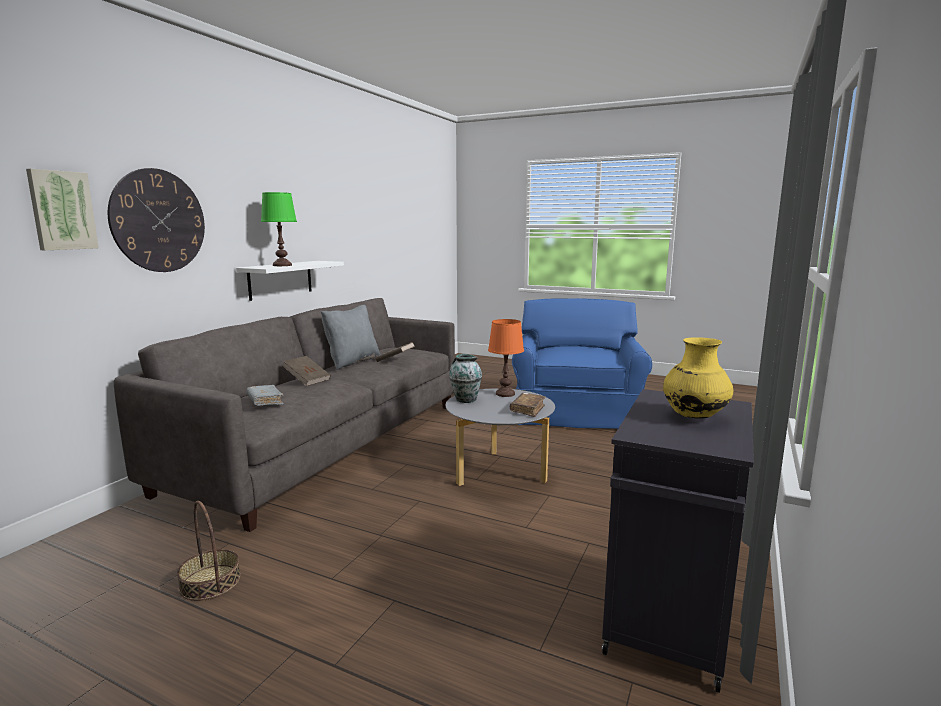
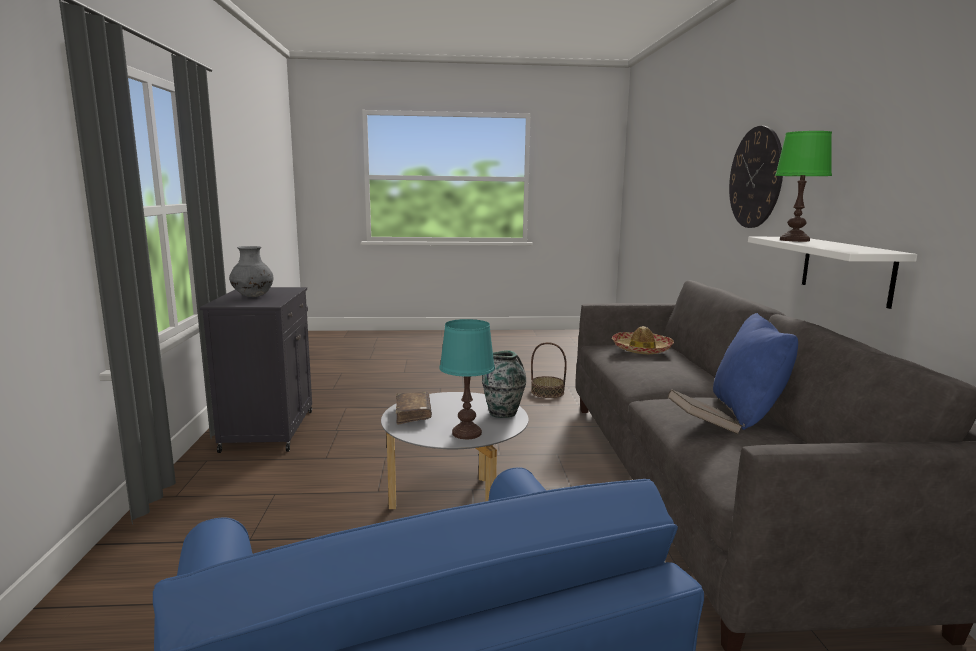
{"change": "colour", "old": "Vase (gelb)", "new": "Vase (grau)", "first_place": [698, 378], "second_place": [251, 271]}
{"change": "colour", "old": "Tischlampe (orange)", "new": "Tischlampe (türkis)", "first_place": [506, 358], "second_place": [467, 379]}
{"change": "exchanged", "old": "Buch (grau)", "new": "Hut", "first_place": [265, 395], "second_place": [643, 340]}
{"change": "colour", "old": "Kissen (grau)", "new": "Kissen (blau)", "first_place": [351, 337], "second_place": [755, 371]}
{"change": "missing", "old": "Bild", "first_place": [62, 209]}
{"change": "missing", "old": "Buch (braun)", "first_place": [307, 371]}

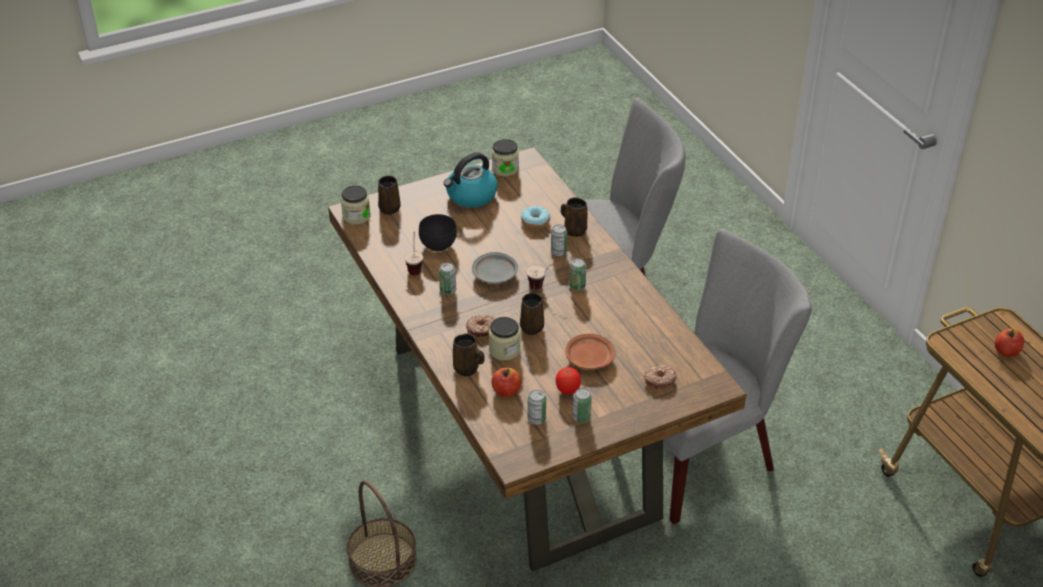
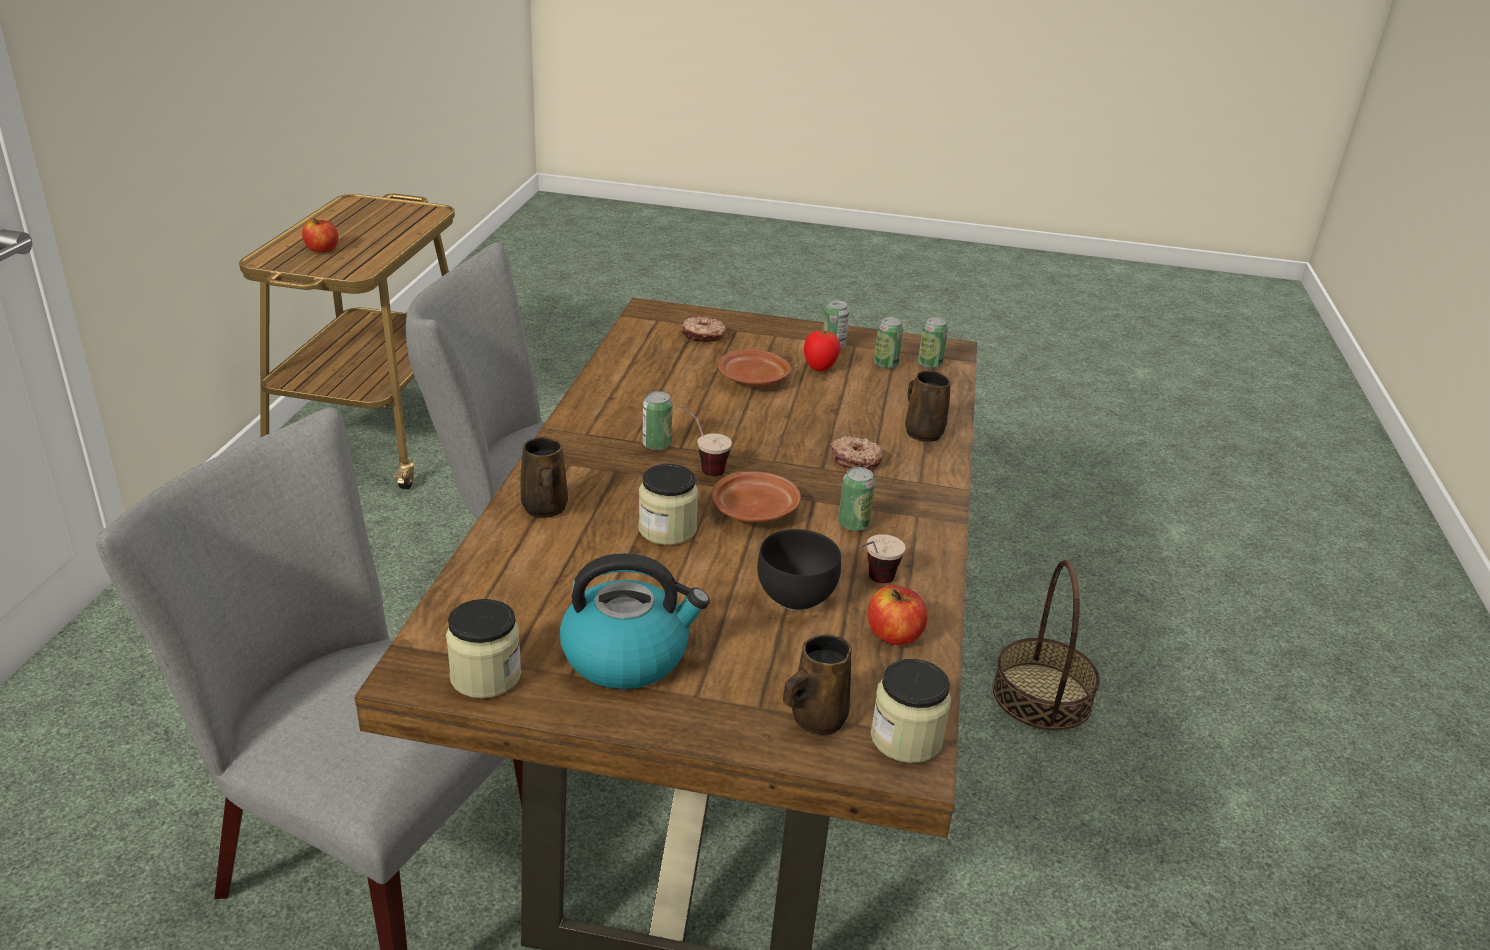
{"change": "relocated", "old": "Vorratsglas", "first_place": [504, 339], "second_place": [668, 504]}
{"change": "colour", "old": "Teller (grau)", "new": "Teller (braun)", "first_place": [495, 268], "second_place": [756, 496]}
{"change": "relocated", "old": "Apfel", "first_place": [506, 382], "second_place": [898, 615]}
{"change": "relocated", "old": "Dose", "first_place": [559, 240], "second_place": [933, 343]}
{"change": "missing", "old": "Henkelbecher (braun)", "first_place": [532, 314]}
{"change": "missing", "old": "Donut", "first_place": [535, 217]}

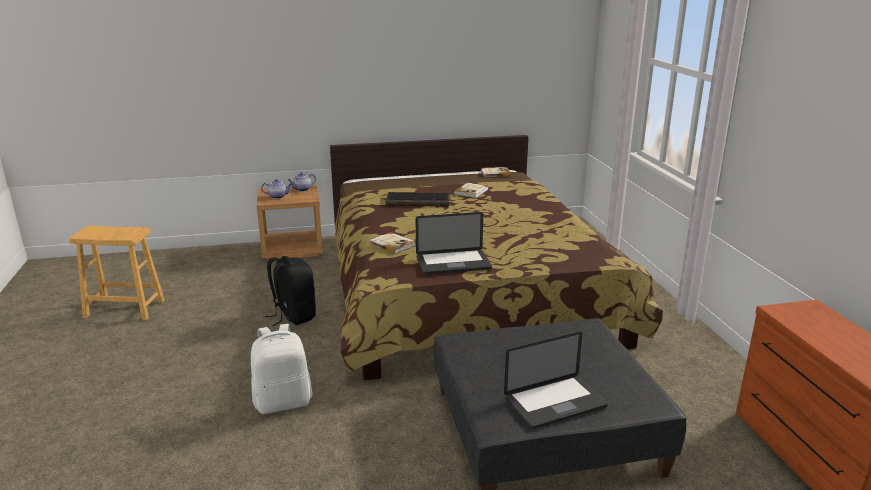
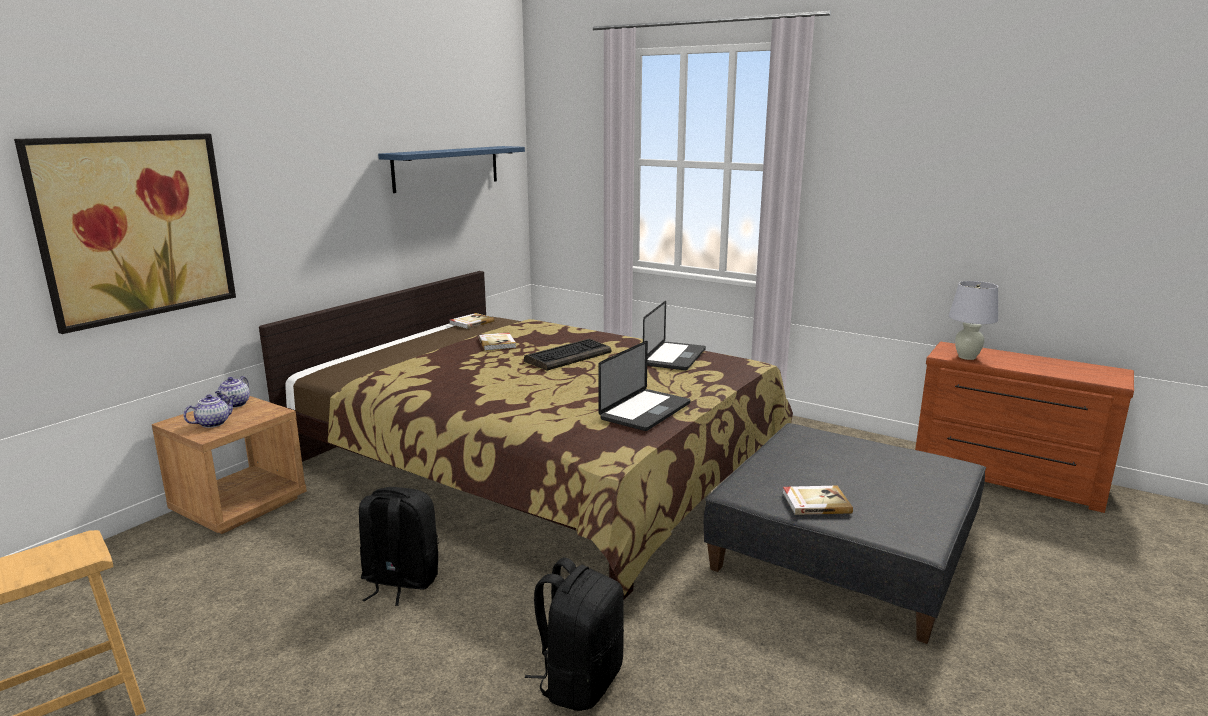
{"change": "appeared", "new": "Bild", "second_place": [125, 234]}
{"change": "appeared", "new": "Wandregal (blau)", "second_place": [451, 169]}
{"change": "relocated", "old": "Tastatur", "first_place": [417, 199], "second_place": [567, 354]}
{"change": "colour", "old": "Rucksack (weiß)", "new": "Rucksack (schwarz)", "first_place": [282, 369], "second_place": [574, 634]}
{"change": "relocated", "old": "Laptop", "first_place": [556, 380], "second_place": [674, 335]}
{"change": "relocated", "old": "Buch", "first_place": [392, 243], "second_place": [818, 500]}
{"change": "appeared", "new": "Tischlampe (weiß)", "second_place": [973, 320]}

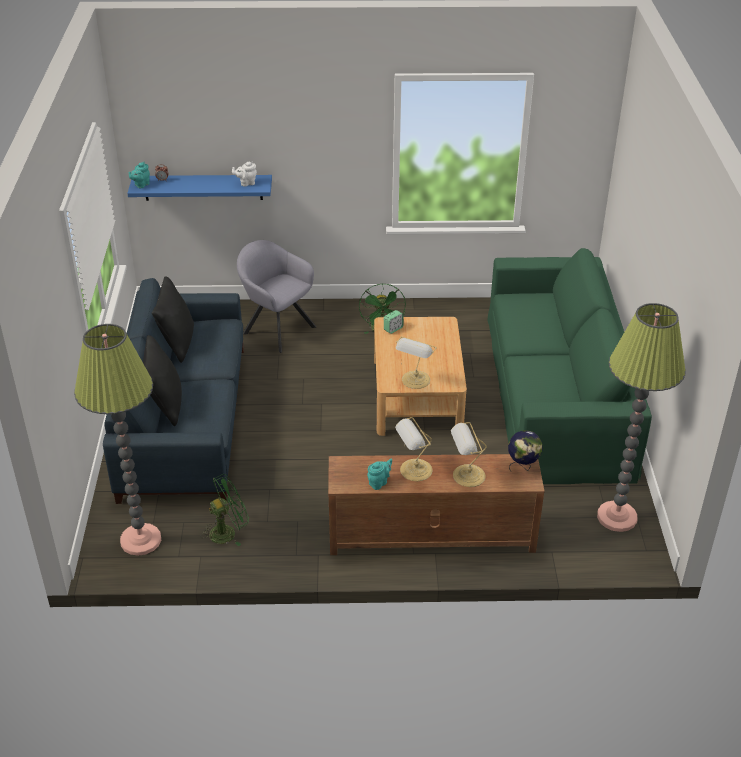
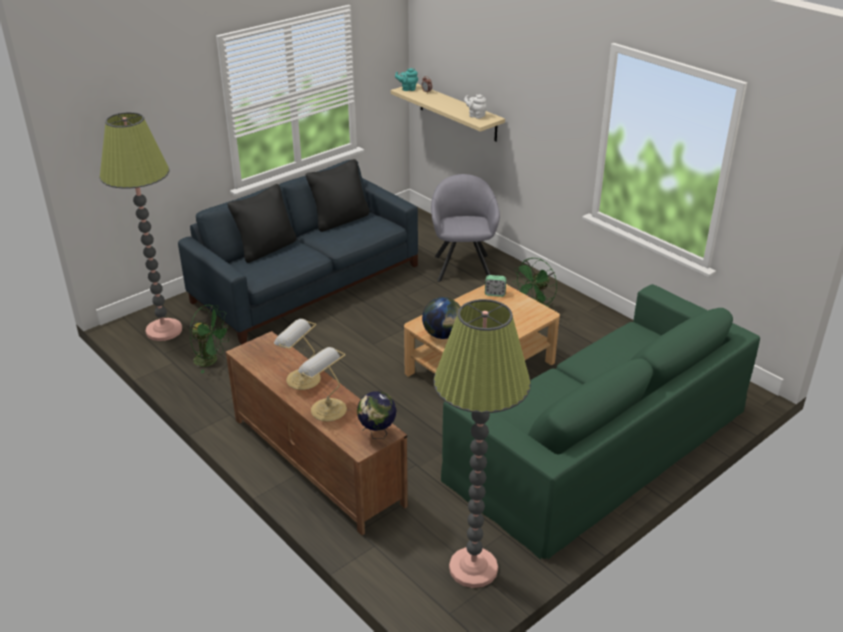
{"change": "colour", "old": "Wandregal (blau)", "new": "Wandregal (beige)", "first_place": [199, 188], "second_place": [448, 112]}
{"change": "exchanged", "old": "Tischlampe", "new": "Globus", "first_place": [416, 362], "second_place": [441, 318]}
{"change": "missing", "old": "Teekanne (türkis)", "first_place": [379, 474]}

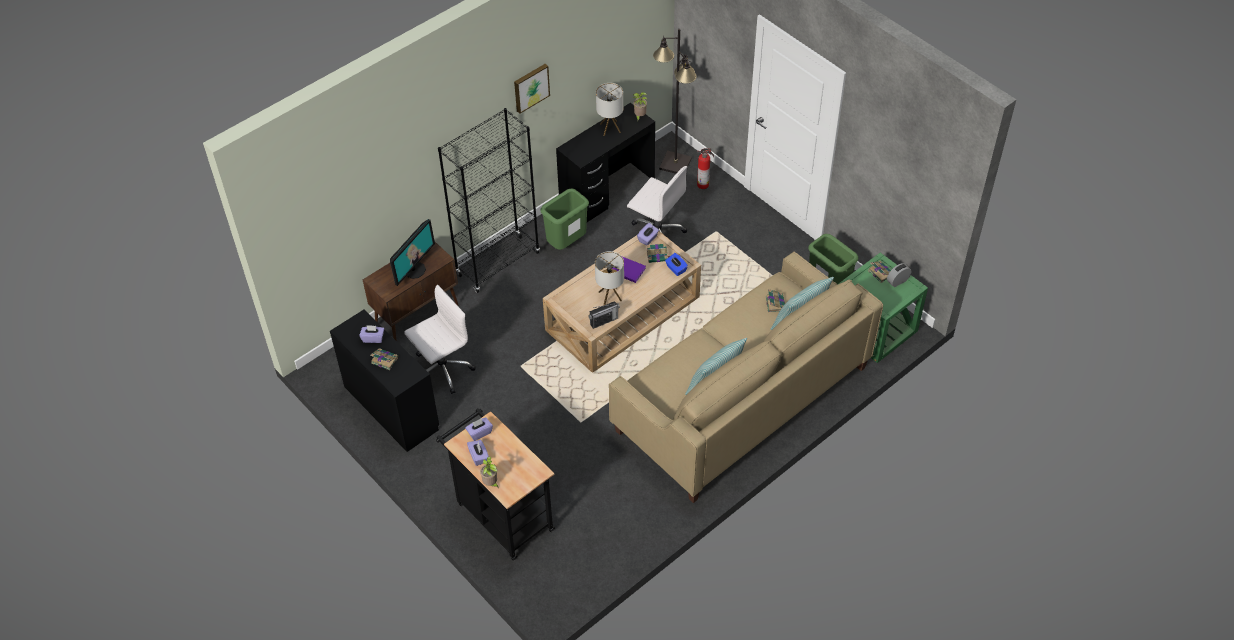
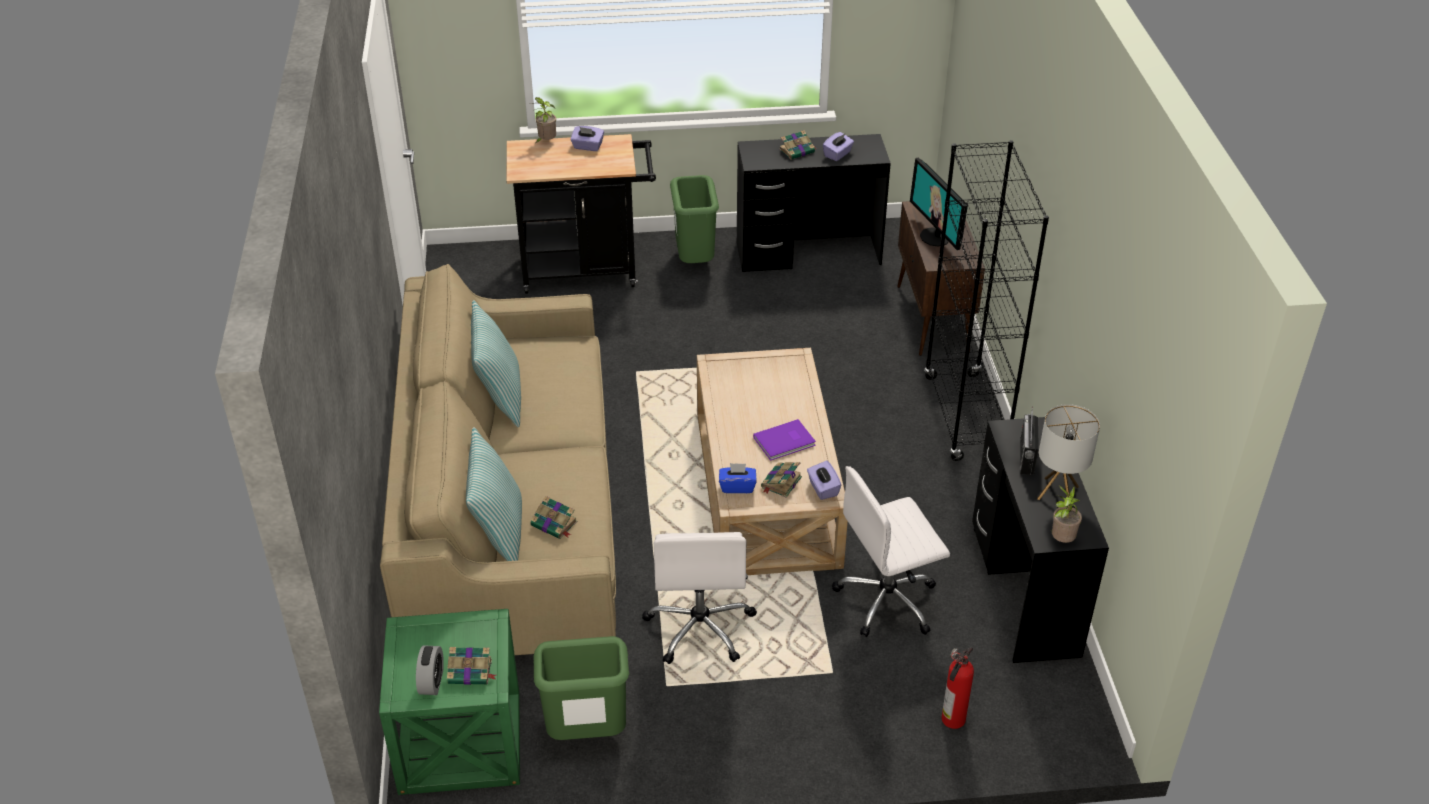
{"change": "relocated", "old": "Bürostuhl (weiß)", "first_place": [440, 339], "second_place": [699, 598]}
{"change": "relocated", "old": "Mülleimer (grün)", "first_place": [564, 219], "second_place": [694, 219]}
{"change": "relocated", "old": "Radio", "first_place": [604, 315], "second_place": [1029, 441]}
{"change": "missing", "old": "Taschentuchbox (lila)", "first_place": [479, 429]}
{"change": "missing", "old": "Bild", "first_place": [532, 89]}
{"change": "missing", "old": "Tischlampe", "first_place": [609, 278]}
{"change": "missing", "old": "Stehlampe (schwarz)", "first_place": [674, 101]}

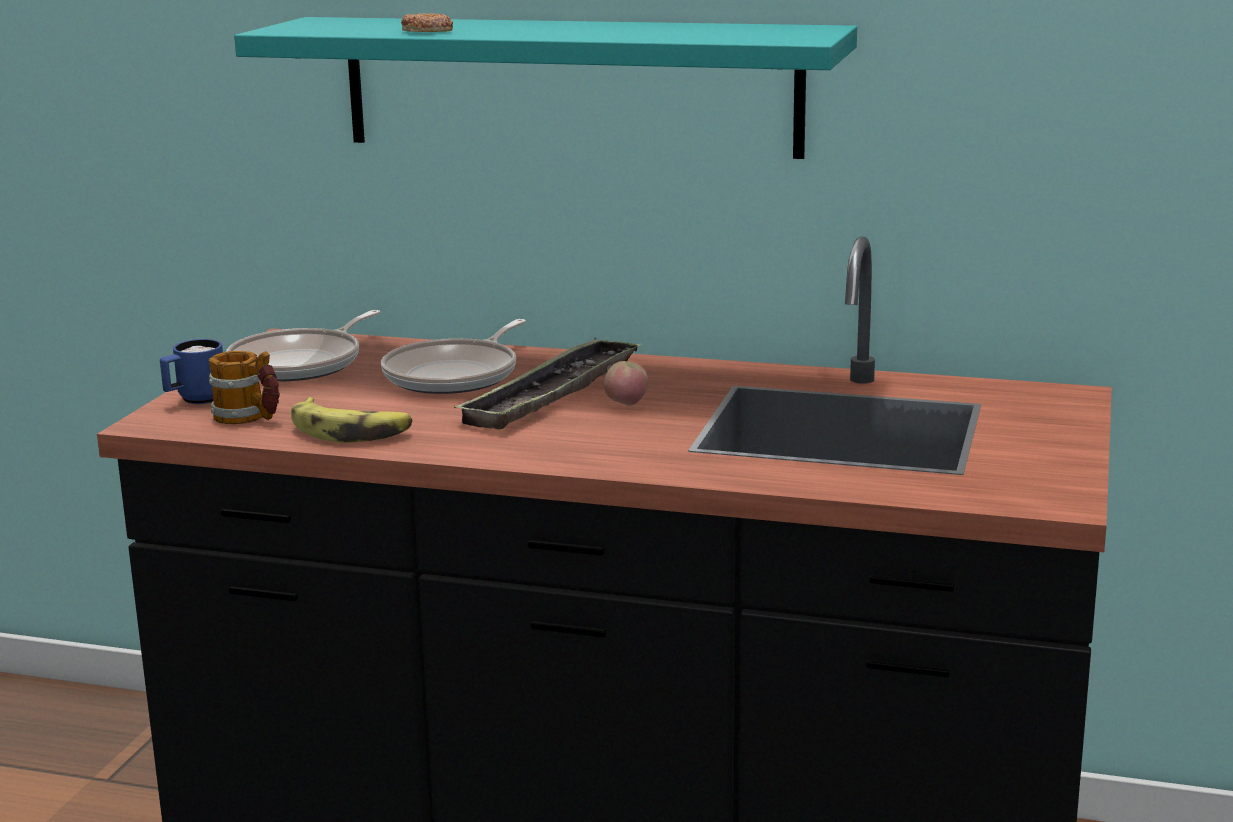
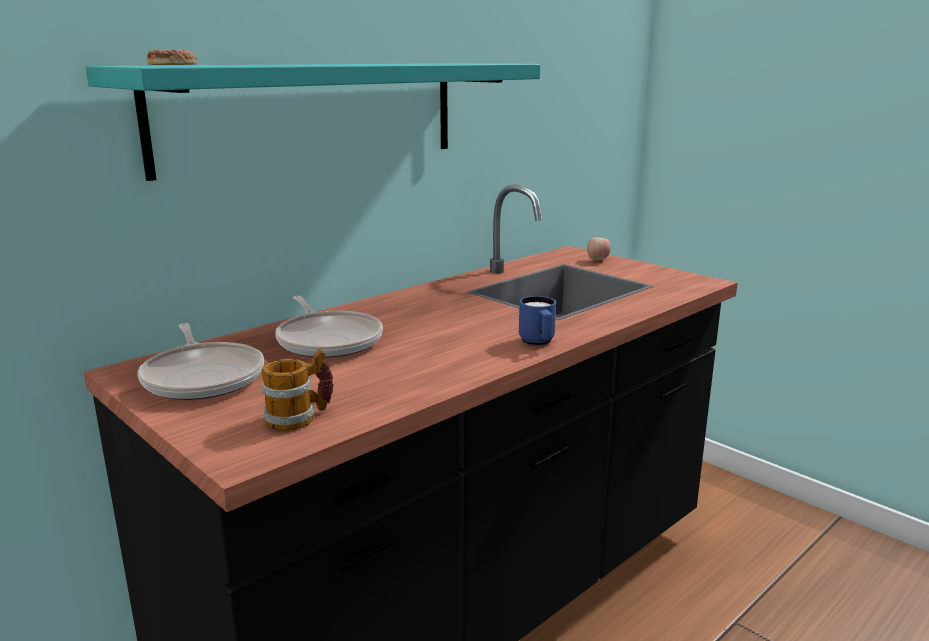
{"change": "relocated", "old": "Donut", "first_place": [427, 22], "second_place": [172, 57]}
{"change": "relocated", "old": "Henkelbecher (blau)", "first_place": [191, 371], "second_place": [537, 321]}
{"change": "relocated", "old": "Apfel", "first_place": [626, 383], "second_place": [599, 249]}
{"change": "missing", "old": "Banane", "first_place": [351, 420]}
{"change": "missing", "old": "Tablett", "first_place": [548, 383]}

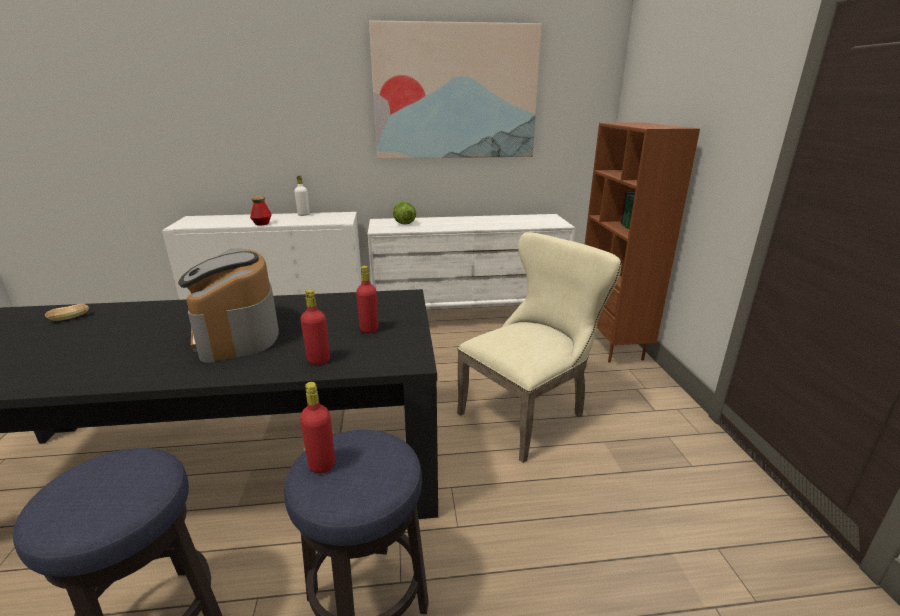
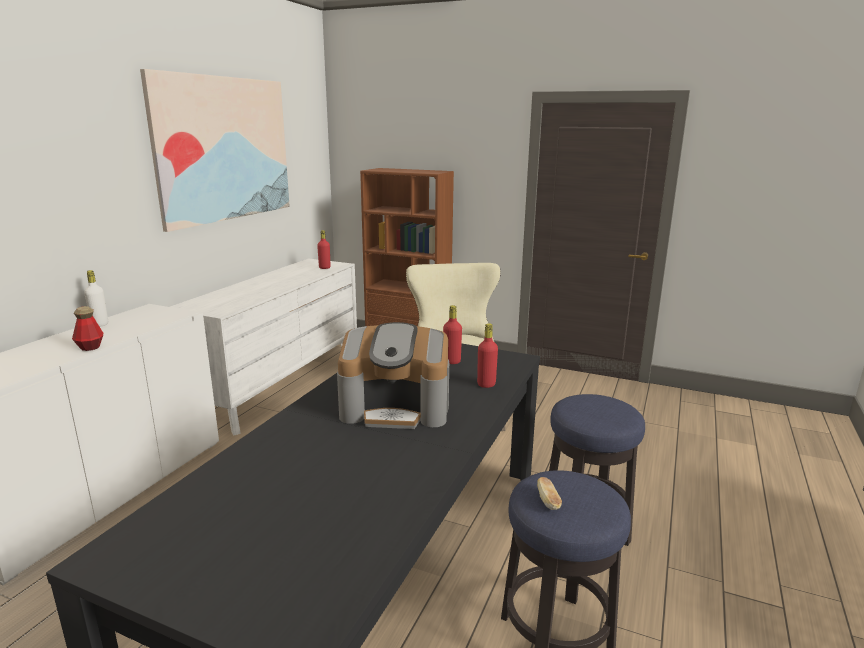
{"change": "relocated", "old": "Flasche (rot)", "first_place": [317, 428], "second_place": [324, 249]}
{"change": "relocated", "old": "Brot", "first_place": [67, 312], "second_place": [549, 493]}
{"change": "missing", "old": "Salatkopf", "first_place": [404, 213]}

